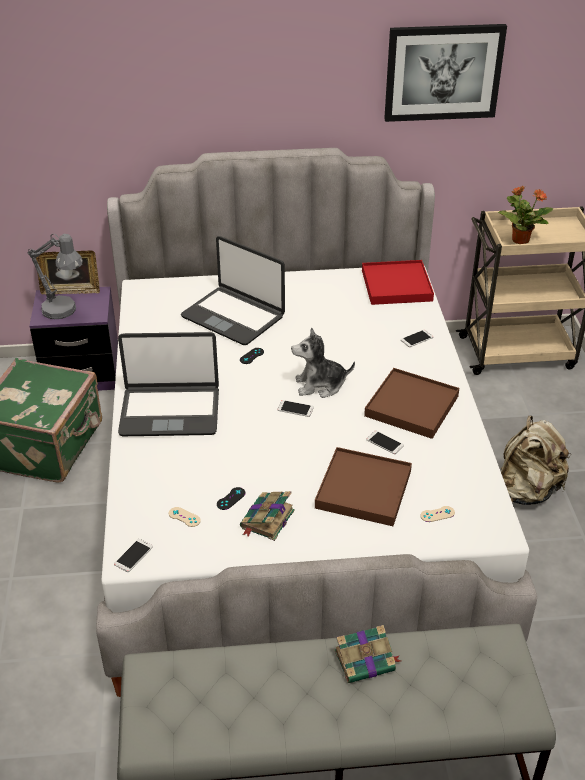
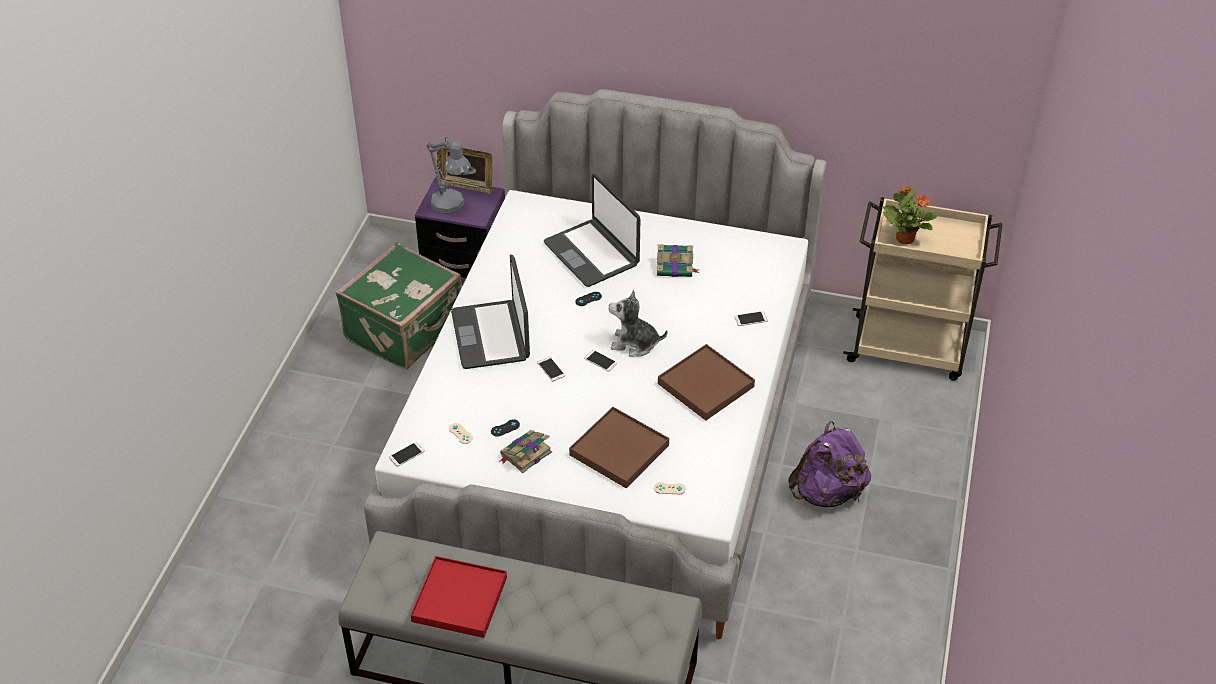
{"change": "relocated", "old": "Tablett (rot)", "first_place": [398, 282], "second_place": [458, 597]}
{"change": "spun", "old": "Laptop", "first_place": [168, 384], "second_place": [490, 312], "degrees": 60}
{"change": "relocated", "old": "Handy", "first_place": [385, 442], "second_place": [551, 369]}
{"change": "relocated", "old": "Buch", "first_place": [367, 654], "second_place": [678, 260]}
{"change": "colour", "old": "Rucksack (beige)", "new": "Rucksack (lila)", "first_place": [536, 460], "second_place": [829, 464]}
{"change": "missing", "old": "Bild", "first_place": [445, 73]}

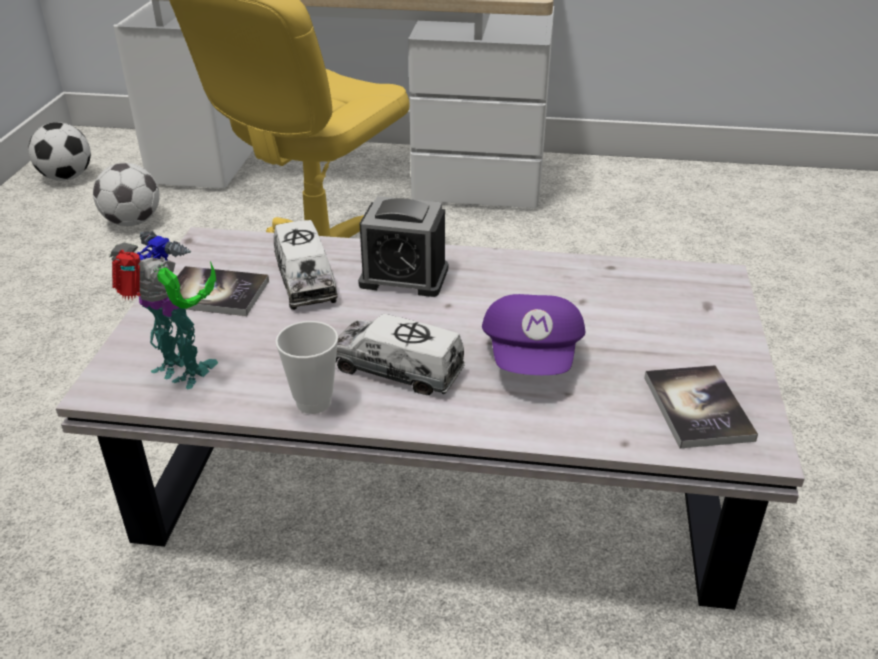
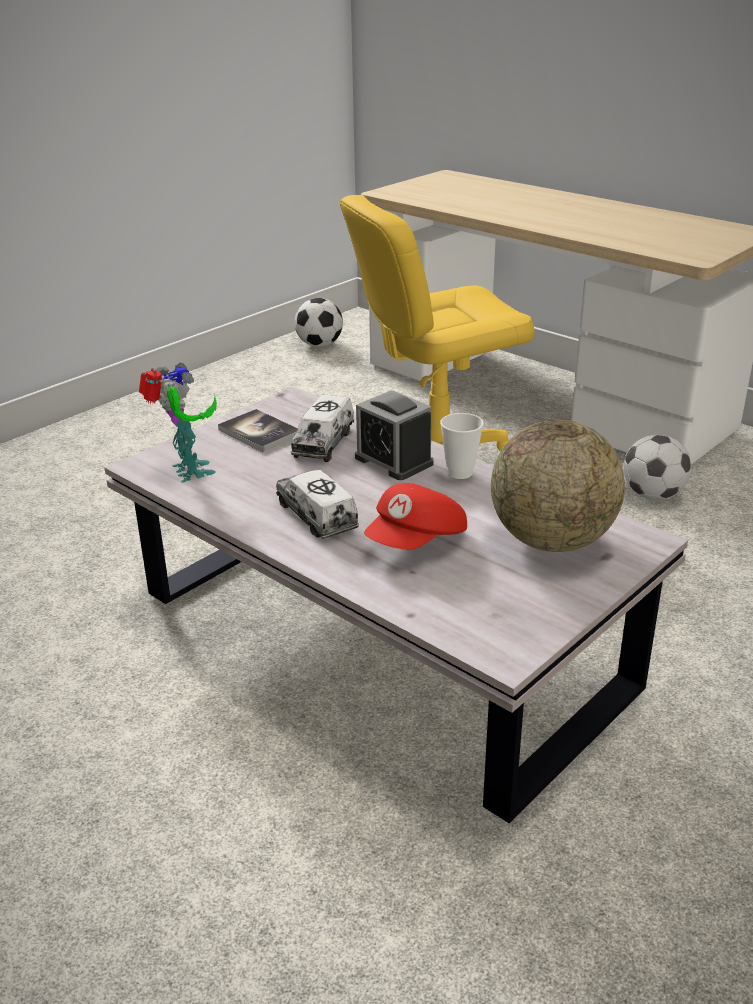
{"change": "colour", "old": "Kappe (lila)", "new": "Kappe (rot)", "first_place": [533, 334], "second_place": [415, 516]}
{"change": "relocated", "old": "Tasse", "first_place": [306, 367], "second_place": [462, 446]}
{"change": "appeared", "new": "Globus", "second_place": [558, 485]}
{"change": "relocated", "old": "Fußball", "first_place": [126, 194], "second_place": [657, 467]}
{"change": "missing", "old": "Buch", "first_place": [701, 406]}

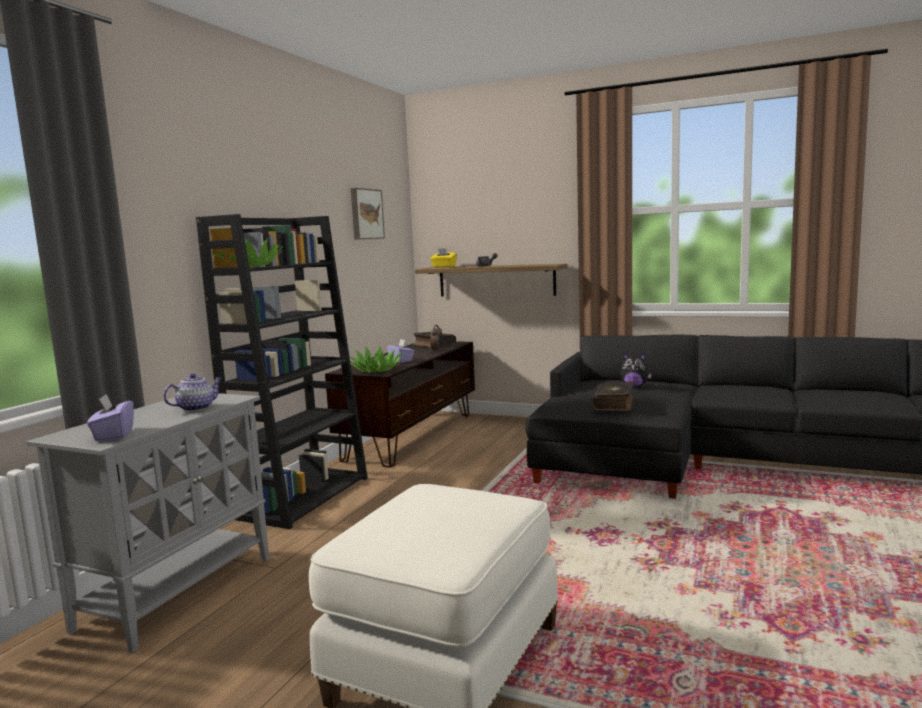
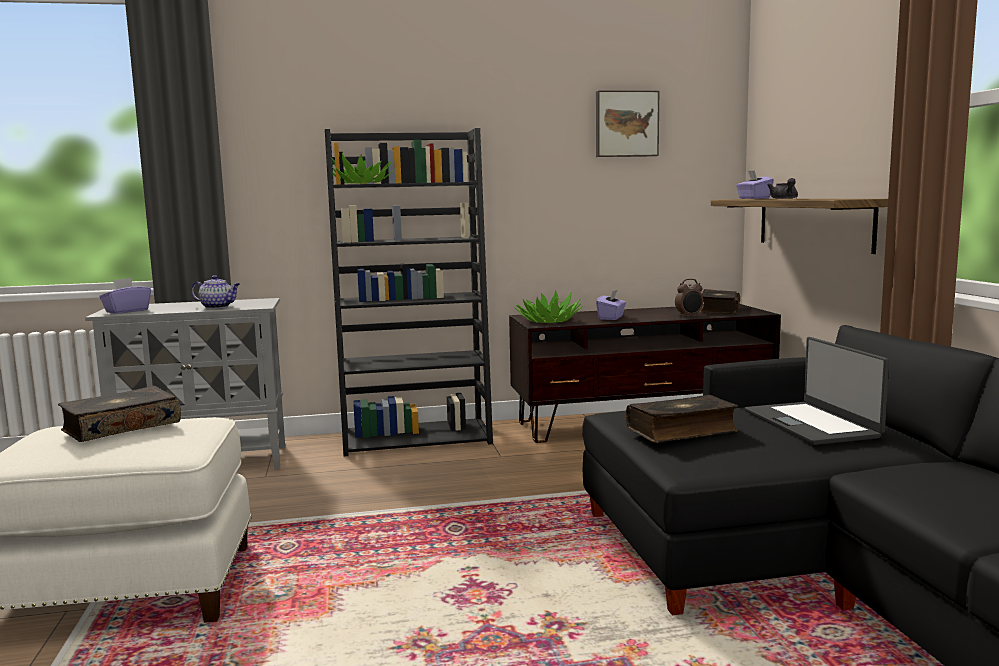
{"change": "appeared", "new": "Buch", "second_place": [119, 414]}
{"change": "colour", "old": "Taschentuchbox (gelb)", "new": "Taschentuchbox (lila)", "first_place": [443, 258], "second_place": [755, 184]}
{"change": "exchanged", "old": "Plüschtier", "new": "Laptop", "first_place": [636, 370], "second_place": [817, 391]}

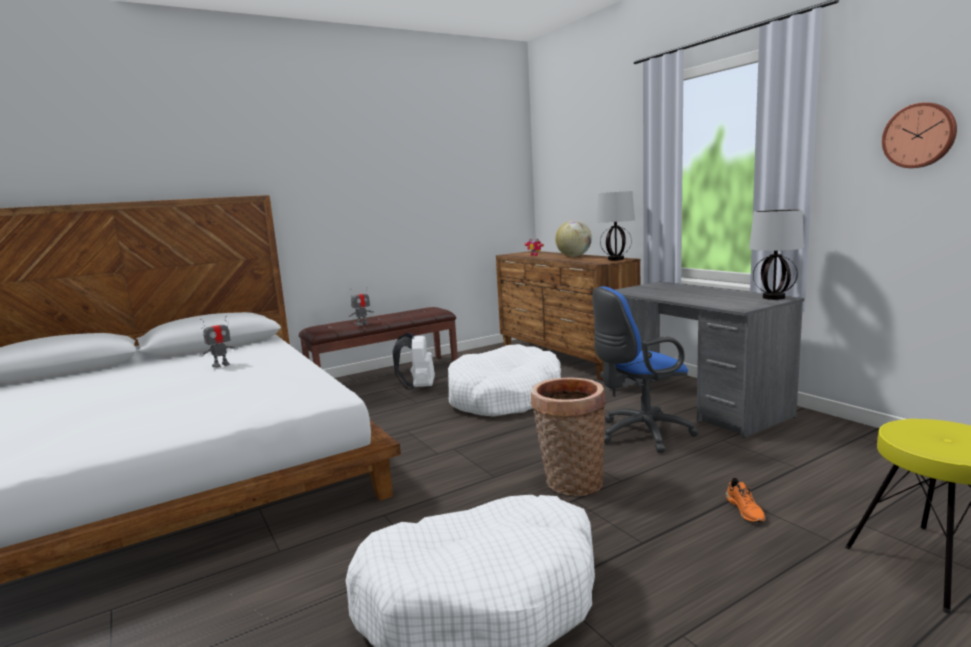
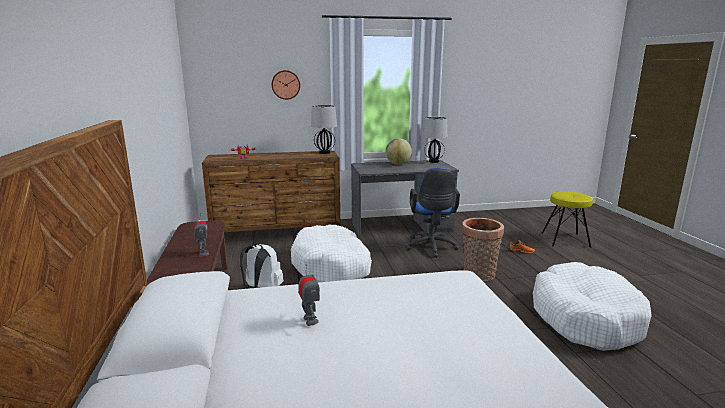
{"change": "relocated", "old": "Wanduhr", "first_place": [919, 135], "second_place": [285, 85]}
{"change": "relocated", "old": "Globus", "first_place": [573, 238], "second_place": [398, 151]}

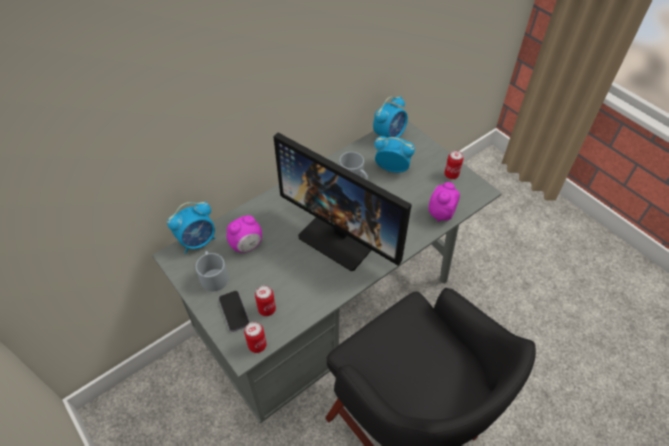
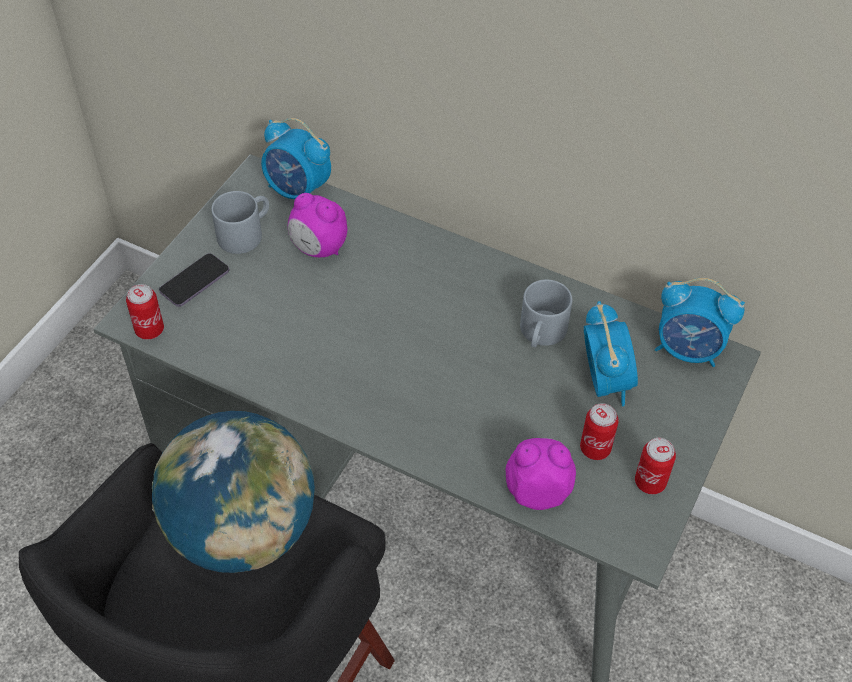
{"change": "appeared", "new": "Globus", "second_place": [233, 492]}
{"change": "relocated", "old": "Dose", "first_place": [265, 300], "second_place": [599, 431]}
{"change": "missing", "old": "Monitor", "first_place": [342, 202]}

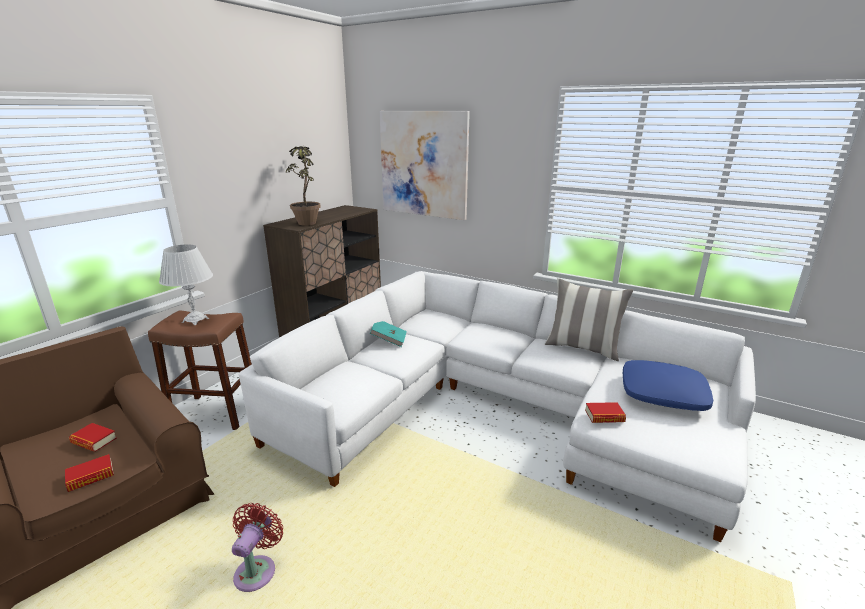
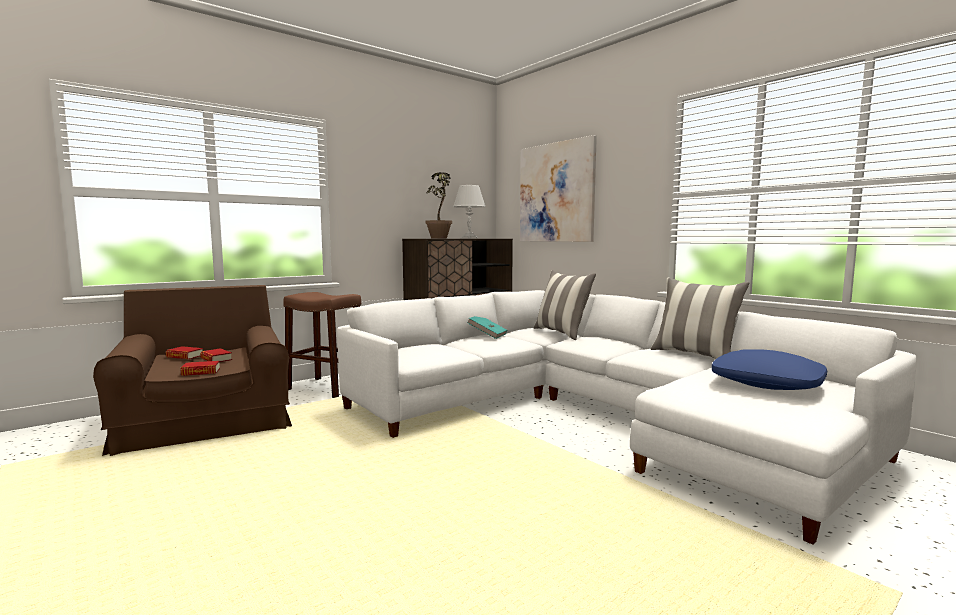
{"change": "relocated", "old": "Buch", "first_place": [605, 412], "second_place": [184, 352]}
{"change": "relocated", "old": "Tischlampe (weiß)", "first_place": [186, 284], "second_place": [469, 212]}
{"change": "appeared", "new": "Kissen", "second_place": [564, 305]}
{"change": "missing", "old": "Ventilator (rot)", "first_place": [257, 547]}

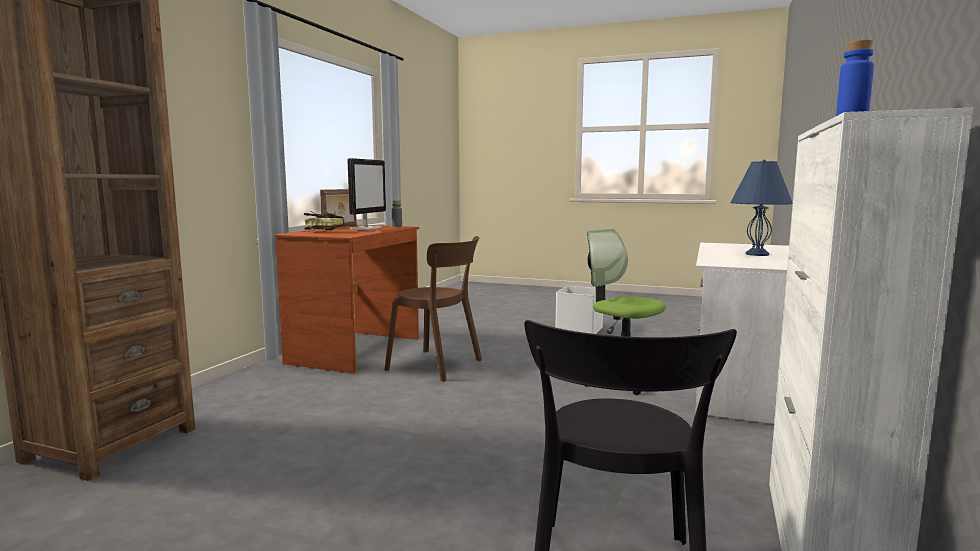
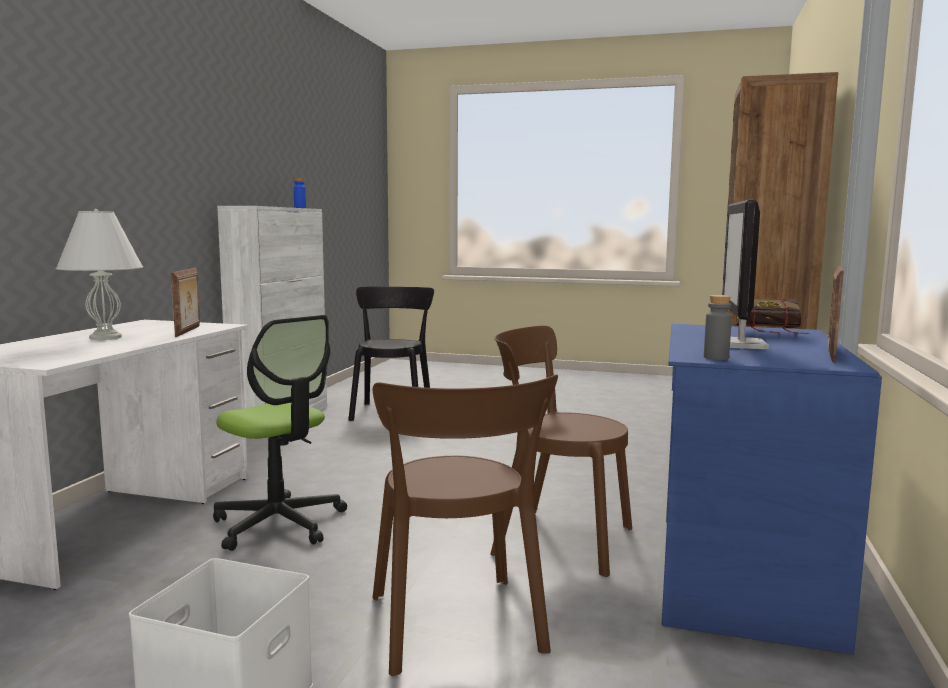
{"change": "colour", "old": "Tischlampe (blau)", "new": "Tischlampe (weiß)", "first_place": [761, 208], "second_place": [99, 274]}
{"change": "appeared", "new": "Bilderrahmen", "second_place": [185, 302]}
{"change": "appeared", "new": "Stuhl (braun)", "second_place": [465, 525]}
{"change": "colour", "old": "Schreibtisch (braun)", "new": "Schreibtisch (blau)", "first_place": [347, 299], "second_place": [772, 489]}

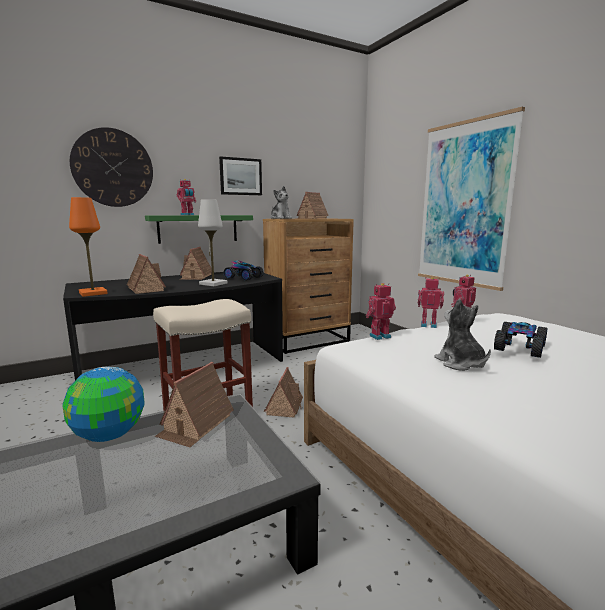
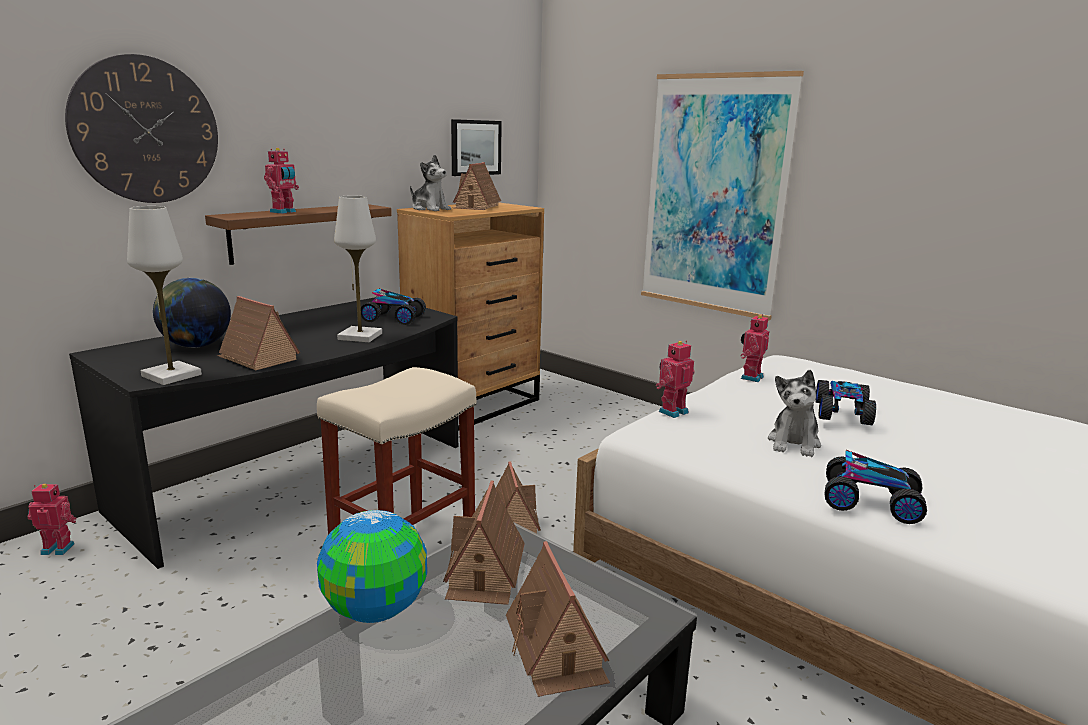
{"change": "relocated", "old": "Spielzeugroboter", "first_place": [431, 302], "second_place": [52, 519]}
{"change": "colour", "old": "Tischlampe (orange)", "new": "Tischlampe (weiß)", "first_place": [88, 247], "second_place": [164, 295]}
{"change": "appeared", "new": "Globus", "second_place": [192, 313]}
{"change": "colour", "old": "Wandregal (grün)", "new": "Wandregal (braun)", "first_place": [199, 229], "second_place": [298, 234]}
{"change": "relocated", "old": "Bild", "first_place": [240, 175], "second_place": [476, 147]}
{"change": "relocated", "old": "Spielzeughaus", "first_place": [196, 263], "second_place": [558, 619]}
{"change": "spun", "old": "Plüschtier", "first_place": [462, 335], "second_place": [794, 413], "degrees": -120}
{"change": "appeared", "new": "Spielzeugauto", "second_place": [876, 487]}

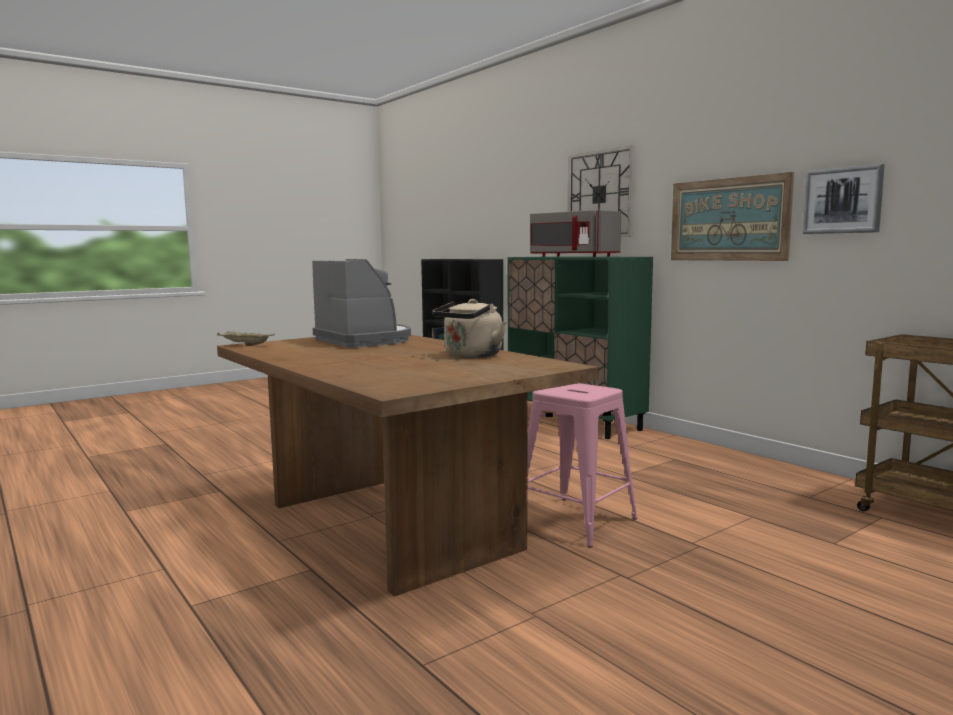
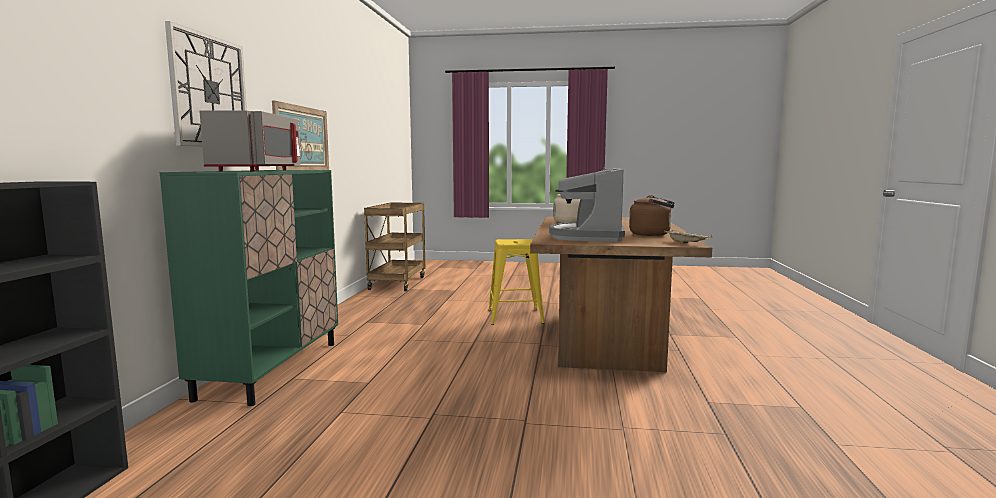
{"change": "colour", "old": "Hocker (rosa)", "new": "Hocker (gelb)", "first_place": [582, 465], "second_place": [516, 282]}
{"change": "appeared", "new": "Wasserkessel (braun)", "second_place": [652, 215]}
{"change": "missing", "old": "Bild", "first_place": [843, 199]}

